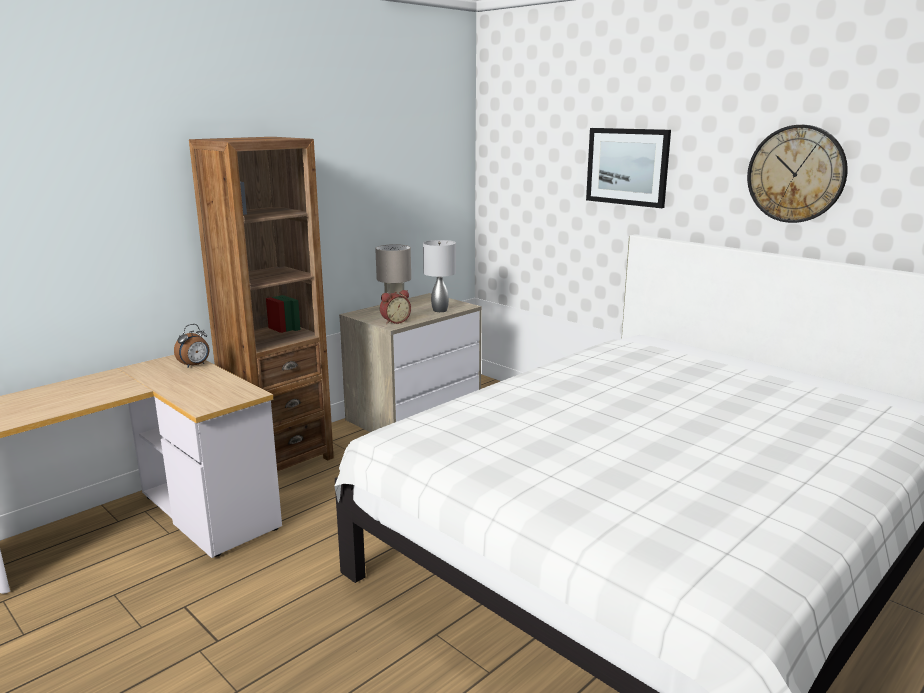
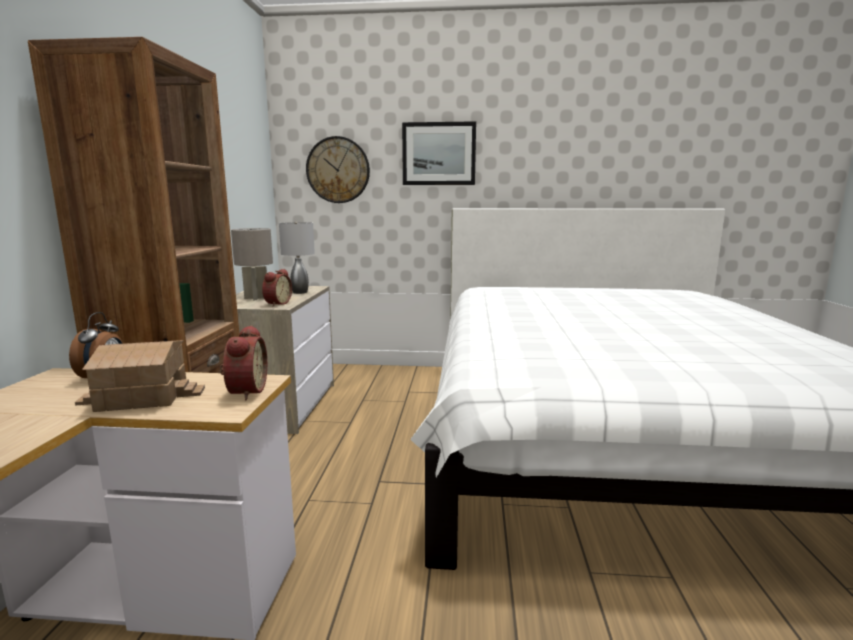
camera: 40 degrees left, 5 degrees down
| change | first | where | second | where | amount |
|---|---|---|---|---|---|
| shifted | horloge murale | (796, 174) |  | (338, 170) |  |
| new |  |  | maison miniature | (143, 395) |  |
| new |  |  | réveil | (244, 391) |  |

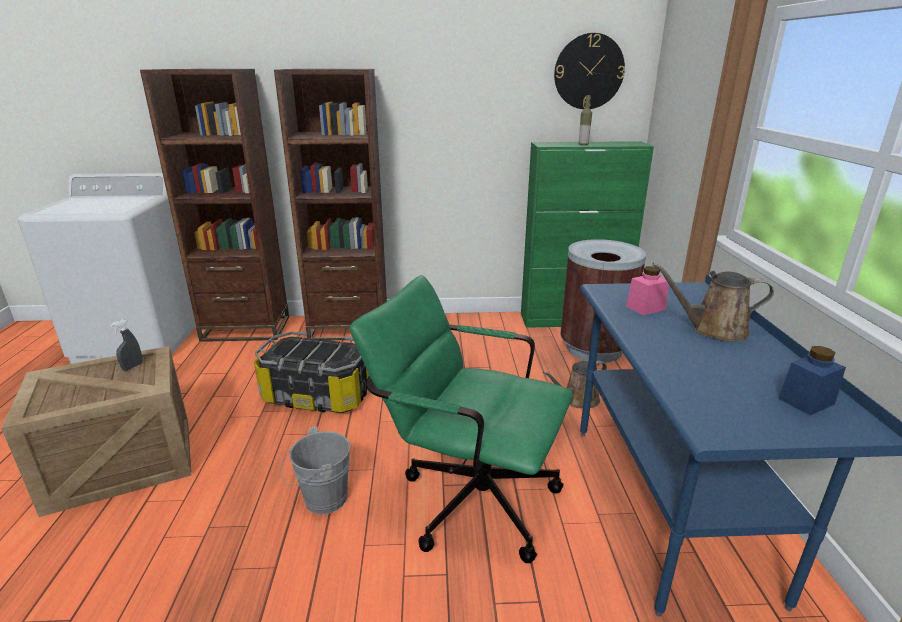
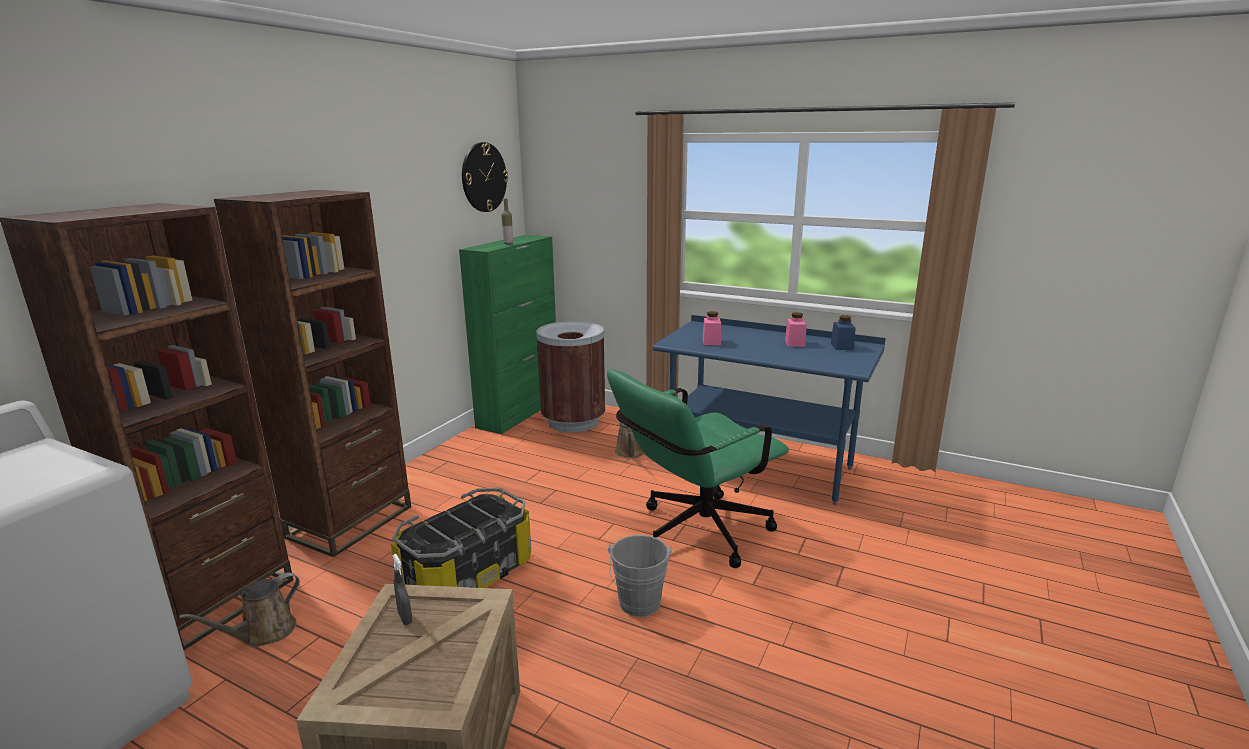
camera: 60 degrees left, 5 degrees down
| change | first | where | second | where | amount |
|---|---|---|---|---|---|
| shifted | arrosoir [marron] | (713, 329) |  | (263, 633) |  |
| new |  |  | bocal [rose] | (794, 343) |  |

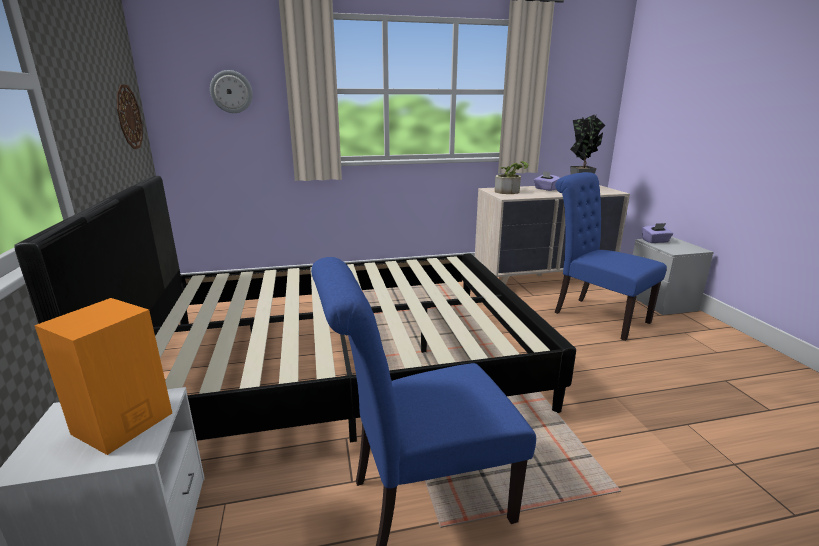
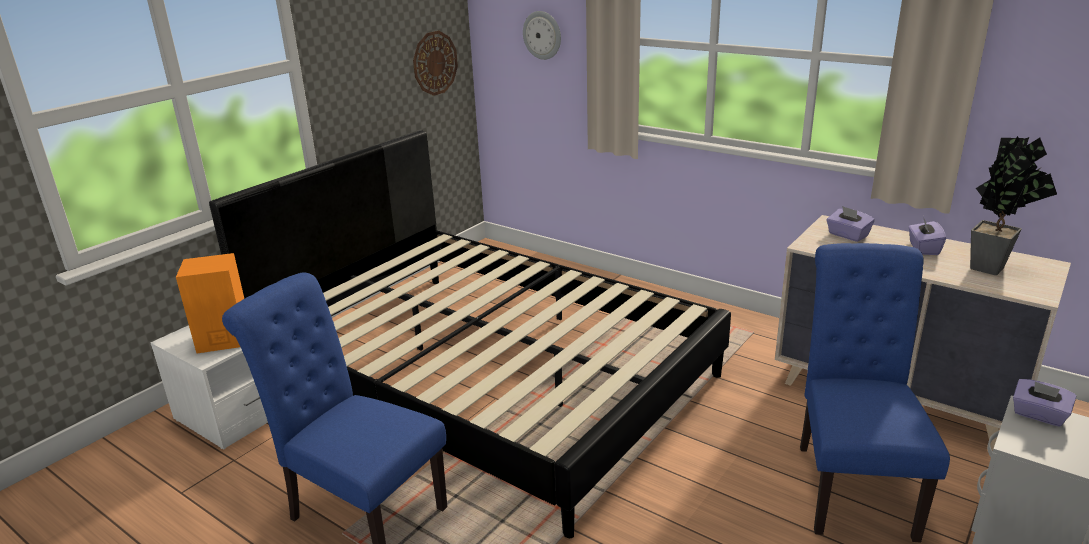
camera: 50 degrees right, 5 degrees up
| change | first | where | second | where | amount |
|---|---|---|---|---|---|
| swapped | plante en pot | (509, 191) | boîte à mouchoirs [violet] | (847, 235) |  |

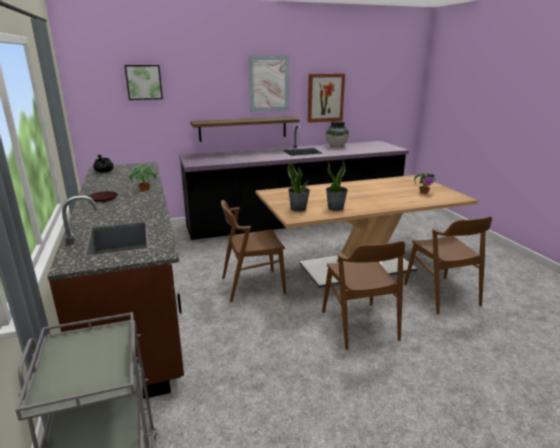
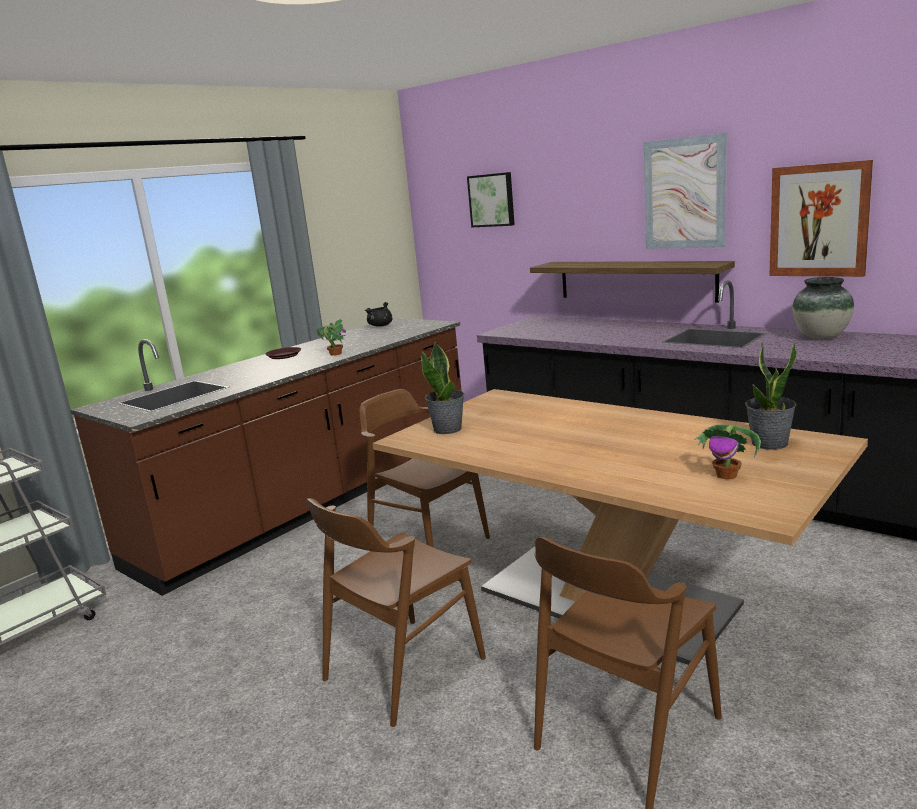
camera: 60 degrees right, 5 degrees down
| change | first | where | second | where | amount |
|---|---|---|---|---|---|
| shifted | plante en pot | (335, 208) |  | (769, 443) |  |

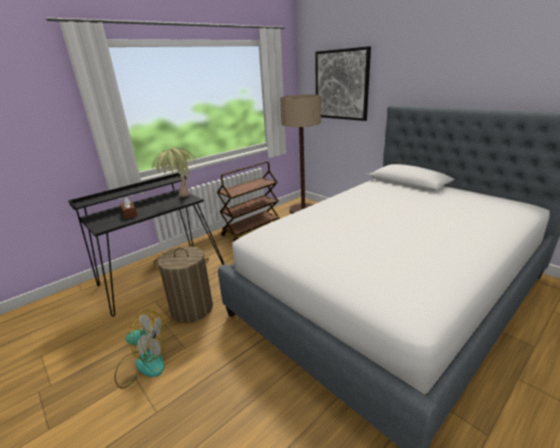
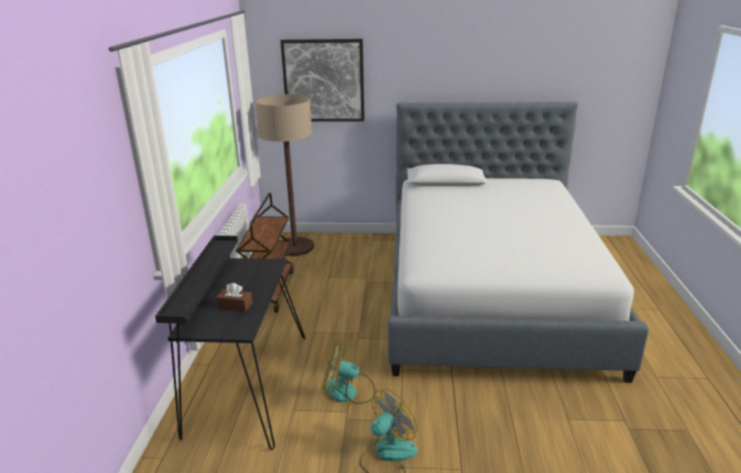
camera: 45 degrees left, 0 degrees up
| change | first | where | second | where | amount |
|---|---|---|---|---|---|
| gone | plante en pot | (180, 200) |  |  |  |
| swapped | panier à linge | (192, 309) | ventilateur | (349, 392) |  |

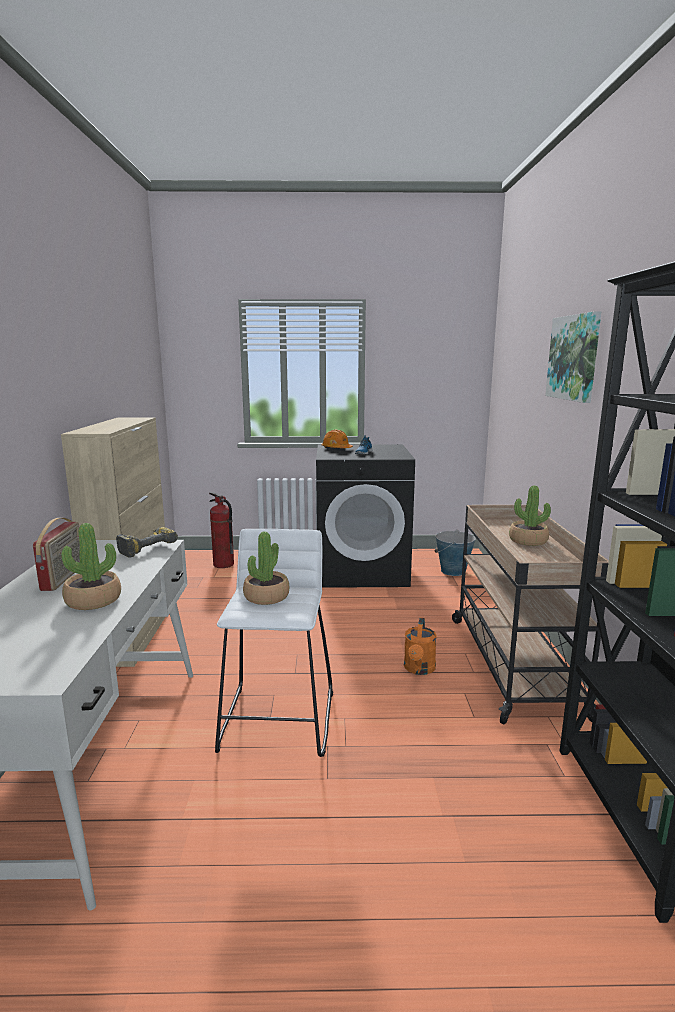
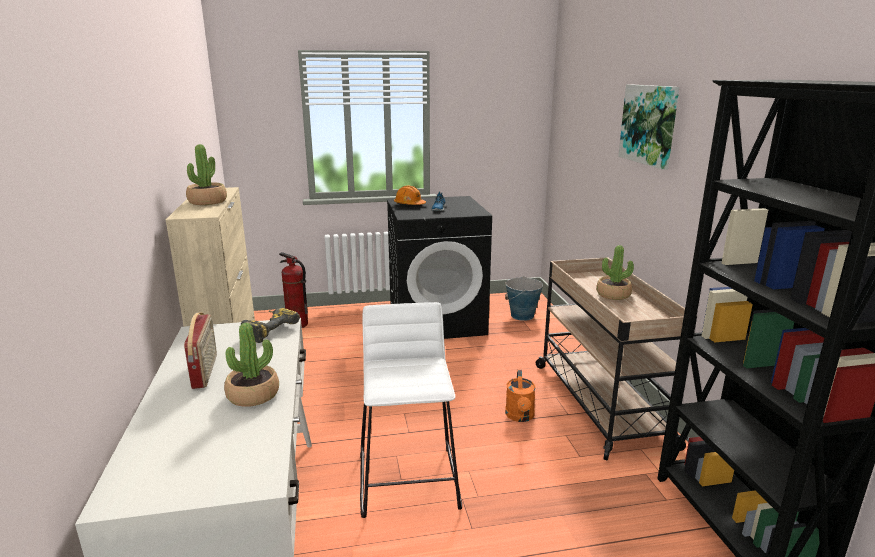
camera: 10 degrees left, 5 degrees up
| change | first | where | second | where | amount |
|---|---|---|---|---|---|
| shifted | plante en pot | (266, 596) |  | (207, 202) |  |

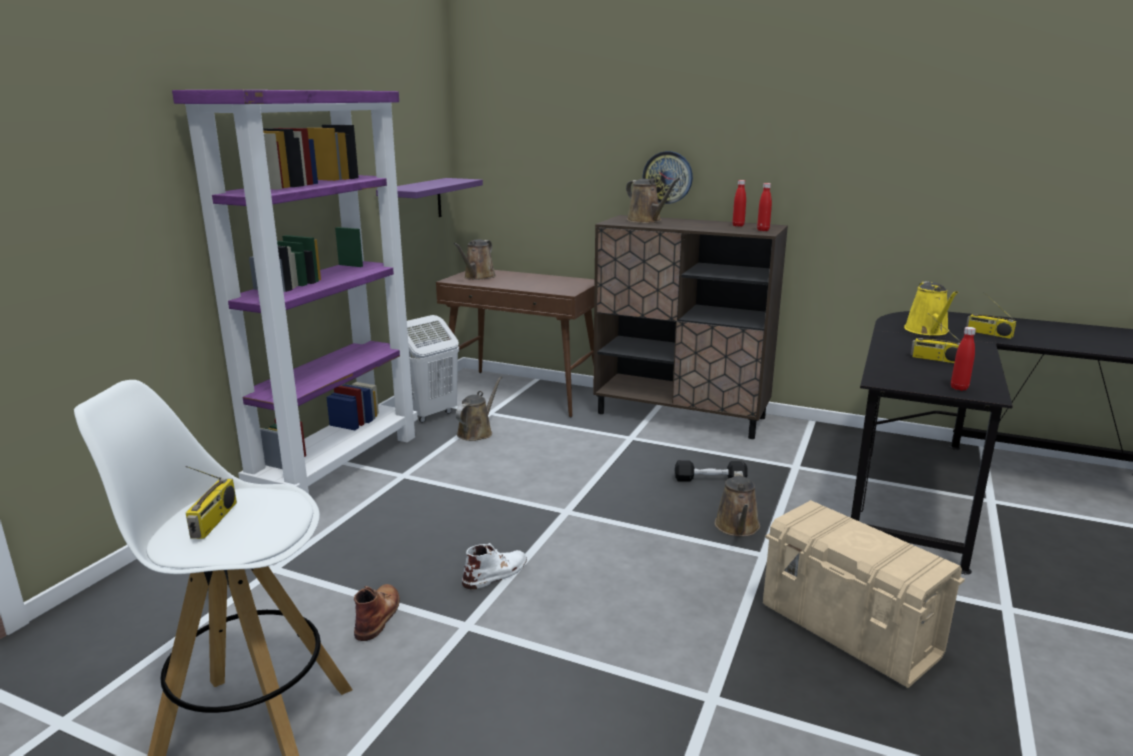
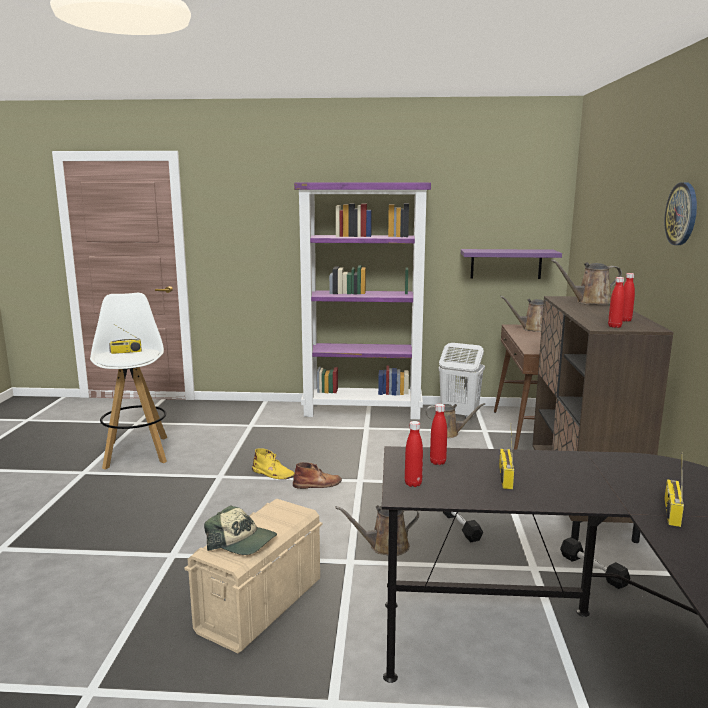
camera: 70 degrees right, 5 degrees down
| change | first | where | second | where | amount |
|---|---|---|---|---|---|
| shifted | botte [marron] | (378, 614) |  | (317, 484) |  |
| repainted | botte [blanc] | (496, 573) | botte [jaune] | (273, 473) |  |
| rotated | arrosoir [marron] | (646, 220) |  | (590, 302) | 45 degrees clockwise |
| shifted | horloge murale | (667, 177) |  | (682, 214) |  |
| gone | arrosoir [jaune] | (928, 331) |  |  |  |
| new |  |  | casquette | (242, 542) |  |
| new |  |  | bouteille [rouge] | (437, 462) |  |
| new |  |  | haltère [noir] | (592, 570) |  |

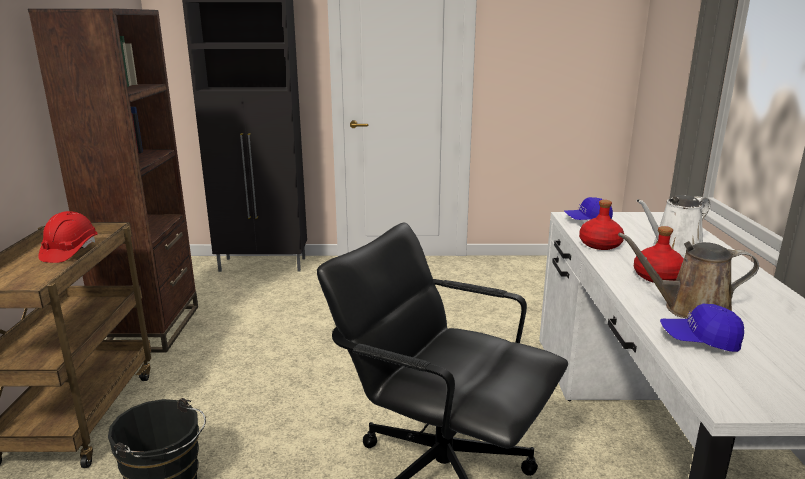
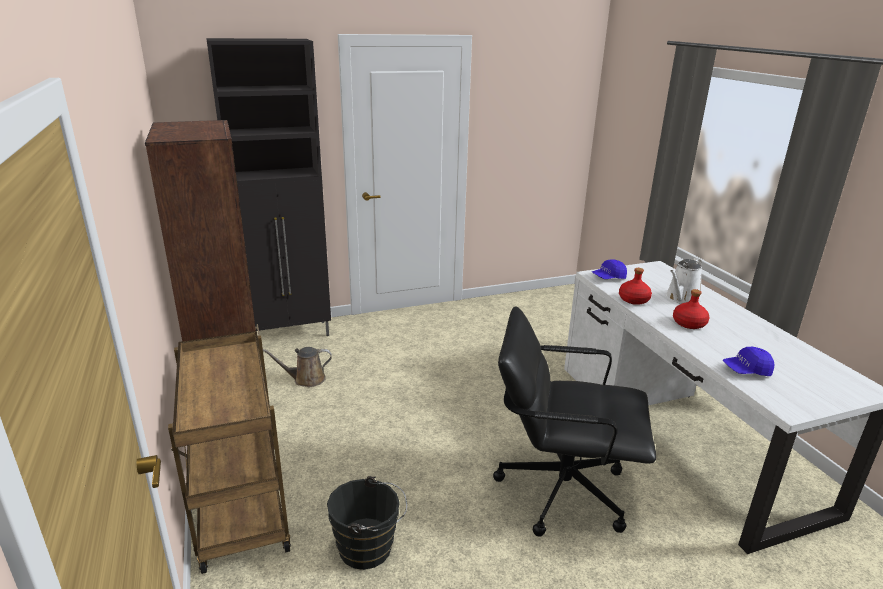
camera: 20 degrees left, 5 degrees up
| change | first | where | second | where | amount |
|---|---|---|---|---|---|
| gone | casque de chantier [rouge] | (70, 252) |  |  |  |
| shifted | arrosoir [marron] | (690, 310) |  | (306, 379) |  |

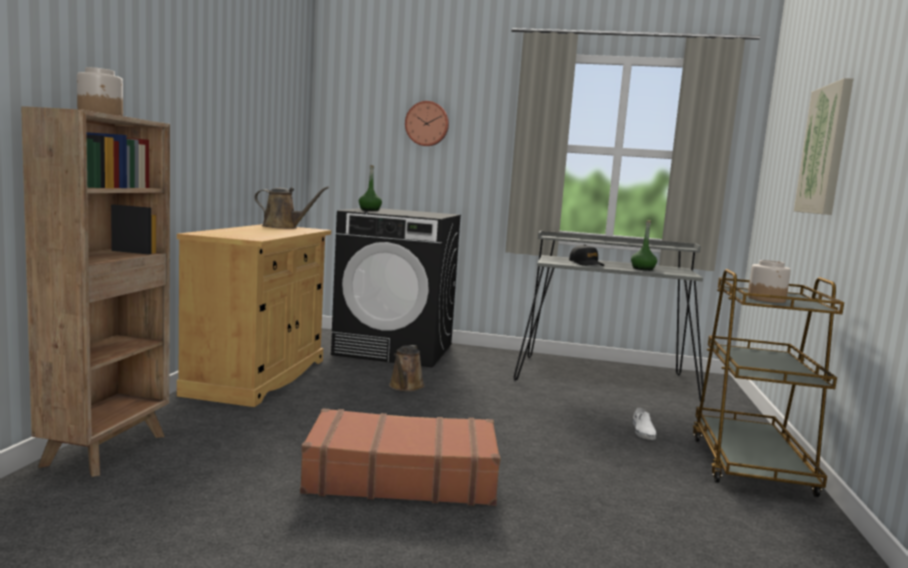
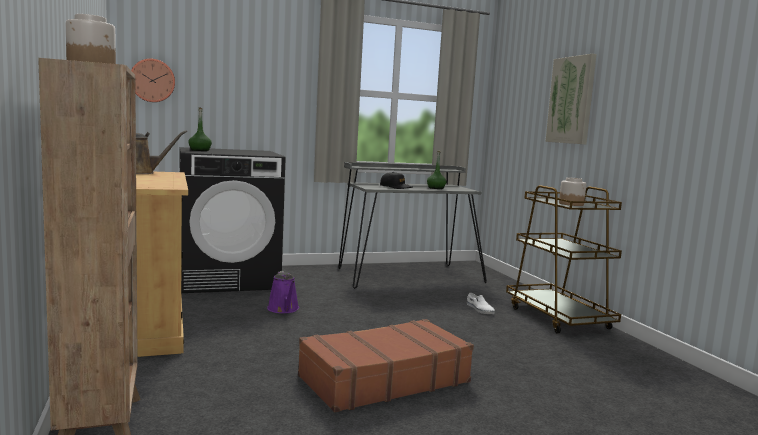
camera: 30 degrees left, 0 degrees up
| change | first | where | second | where | amount |
|---|---|---|---|---|---|
| repainted | arrosoir [marron] | (405, 387) | arrosoir [violet] | (284, 309) |  |
| shifted | horloge murale | (427, 124) |  | (152, 80) |  |

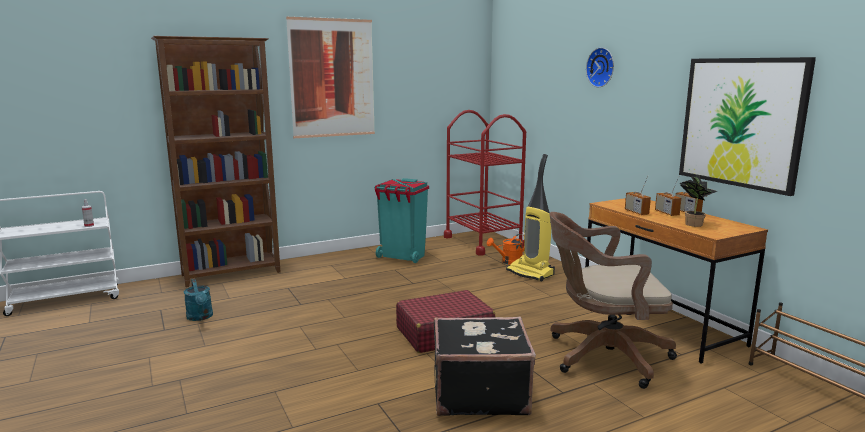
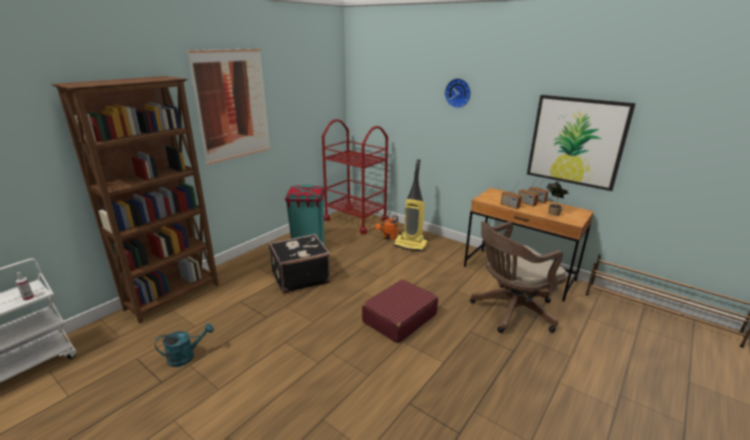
camera: 25 degrees left, 10 degrees up
| change | first | where | second | where | amount |
|---|---|---|---|---|---|
| rotated | arrosoir [turquoise] | (200, 317) |  | (186, 356) | 60 degrees counterclockwise |
| shifted | valise [noir] | (478, 393) |  | (300, 277) |  |

